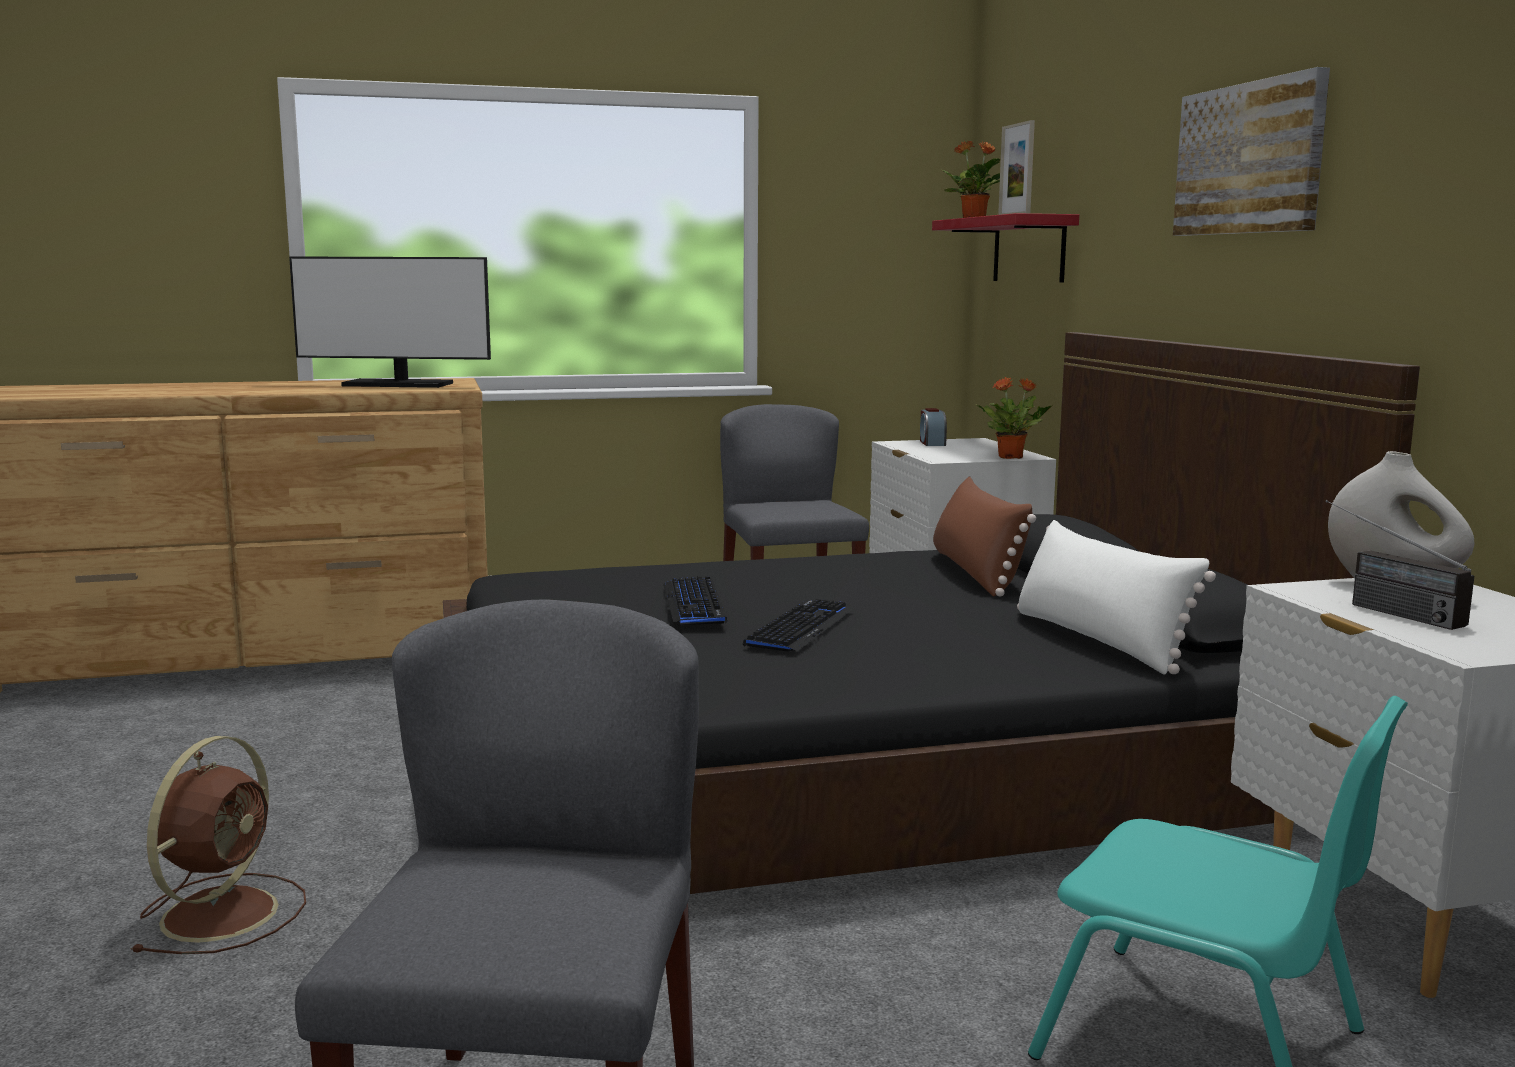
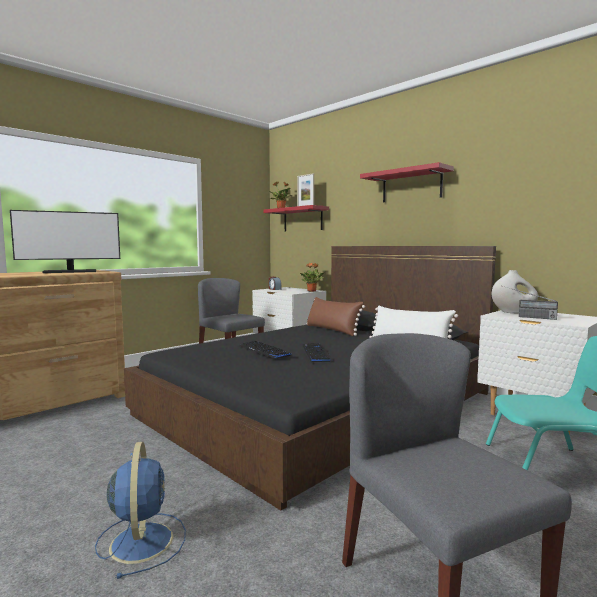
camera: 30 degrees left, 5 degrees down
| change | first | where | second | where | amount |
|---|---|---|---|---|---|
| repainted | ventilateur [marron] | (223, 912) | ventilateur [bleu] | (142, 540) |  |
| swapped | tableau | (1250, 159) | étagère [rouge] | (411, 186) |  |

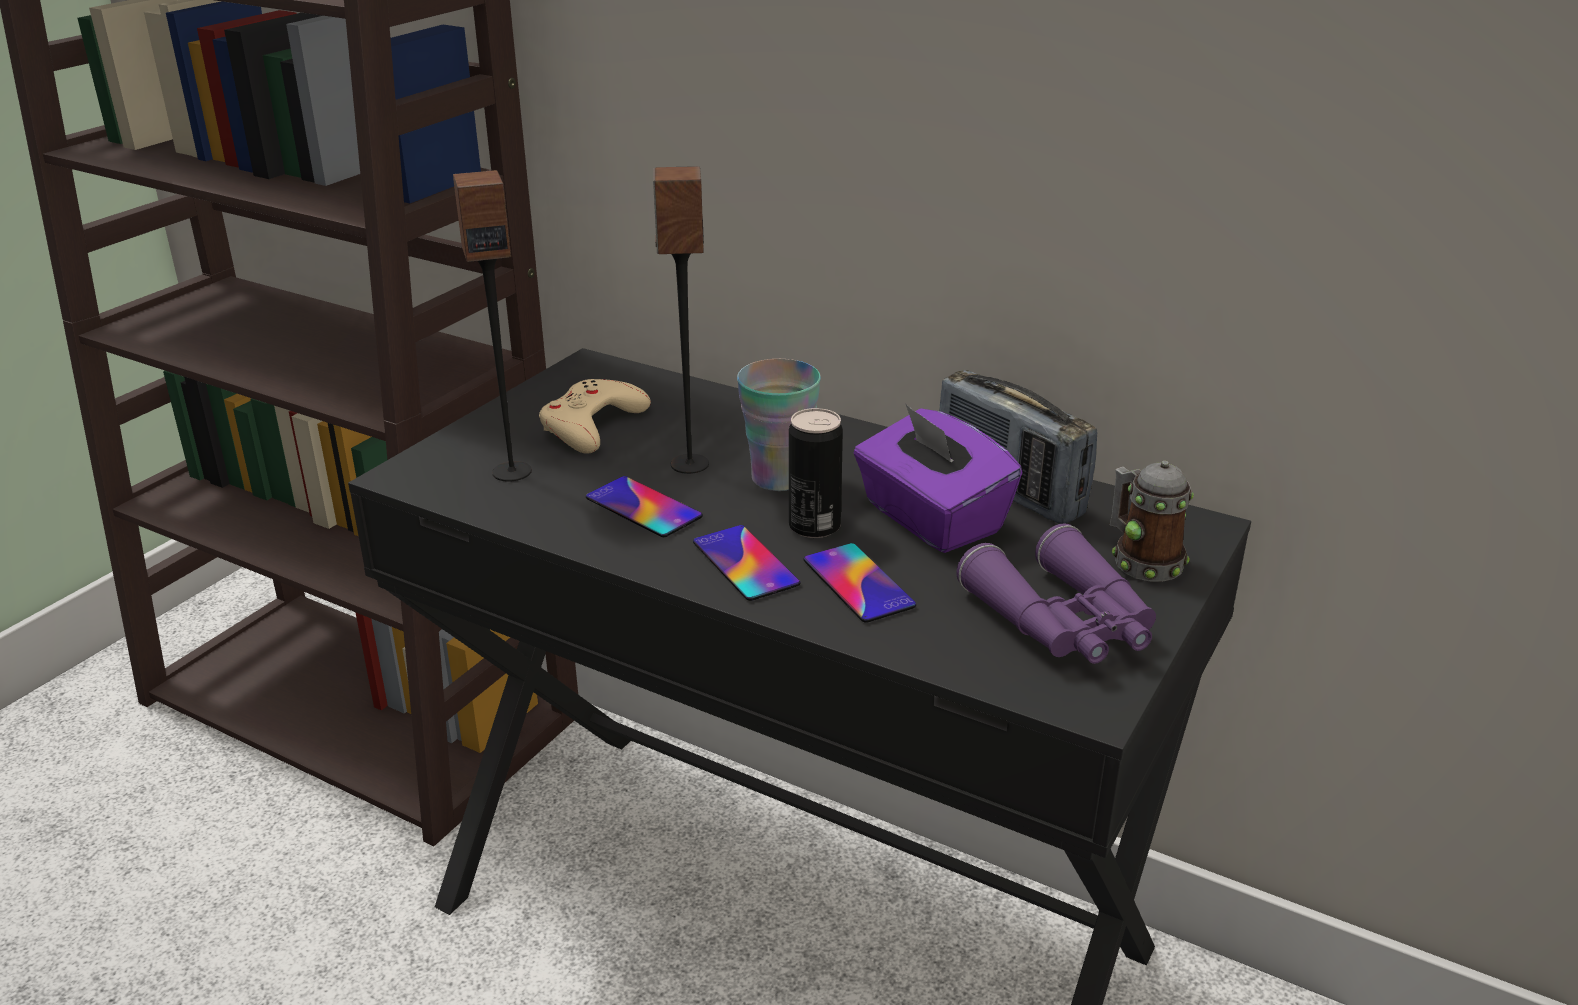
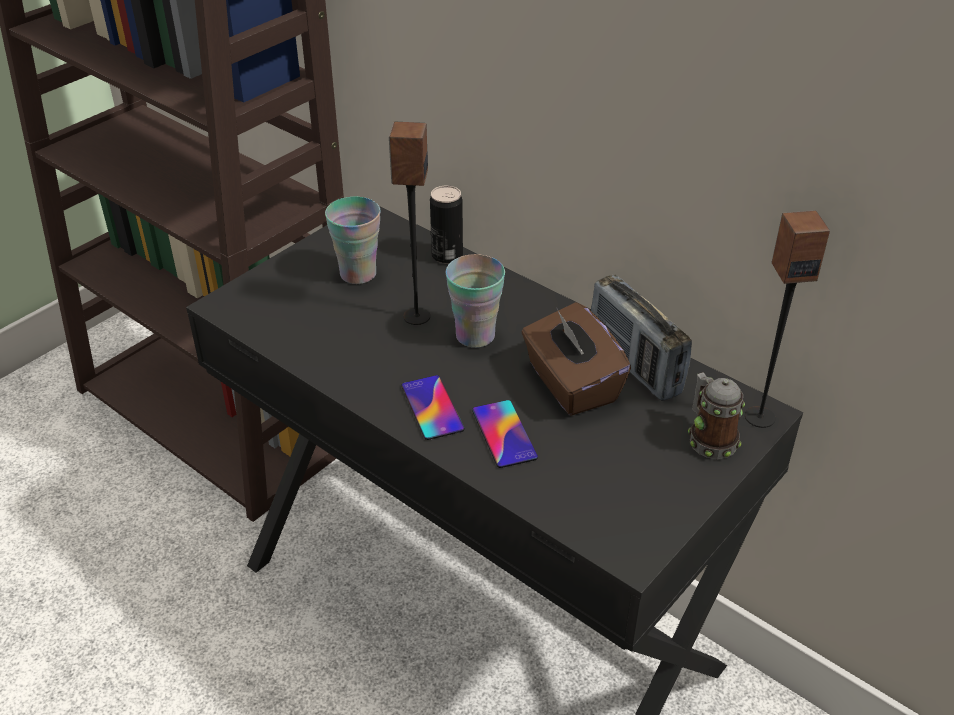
camera: 10 degrees right, 10 degrees up
| change | first | where | second | where | amount |
|---|---|---|---|---|---|
| shifted | enceinte | (512, 471) |  | (759, 416) |  |
| swapped | manette [beige] | (592, 425) | tasse | (358, 274) |  |
| gone | téléphone | (643, 508) |  |  |  |
| shifted | boîte métallique | (814, 526) |  | (447, 255) |  |
| repainted | boîte à mouchoirs [violet] | (931, 519) | boîte à mouchoirs [marron] | (571, 384) |  |
| gone | jumelles [violet] | (1063, 623) |  |  |  |

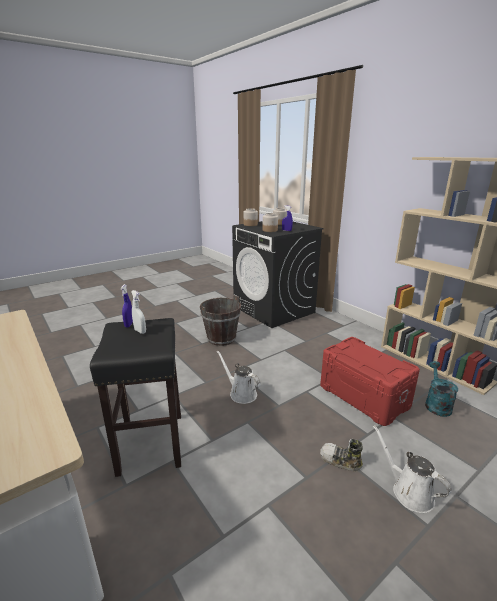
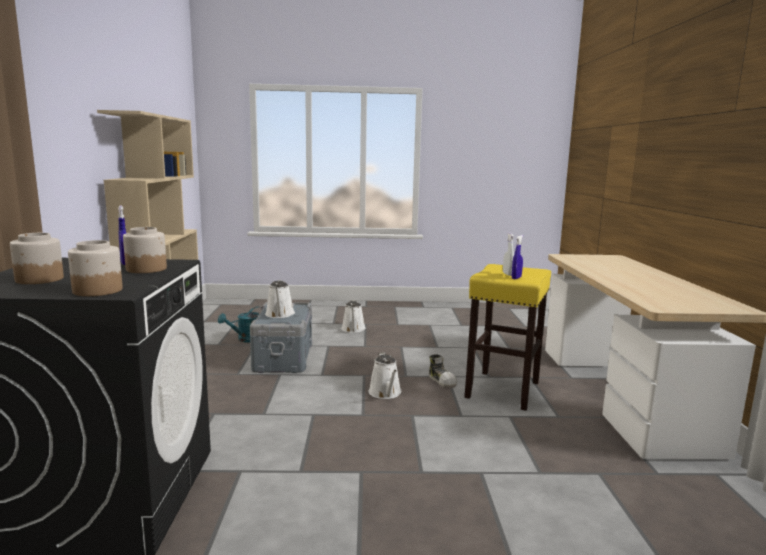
camera: 145 degrees left, 10 degrees down
| change | first | where | second | where | amount |
|---|---|---|---|---|---|
| repainted | tabouret [noir] | (151, 444) | tabouret [jaune] | (502, 389) |  |
| gone | seau [marron] | (221, 339) |  |  |  |
| repainted | boîte de rangement [rouge] | (363, 396) | boîte de rangement [gris] | (284, 357) |  |
| shifted | chaussure | (340, 461) |  | (442, 381) |  |
| new |  |  | arrosoir [blanc] | (280, 314) |  |

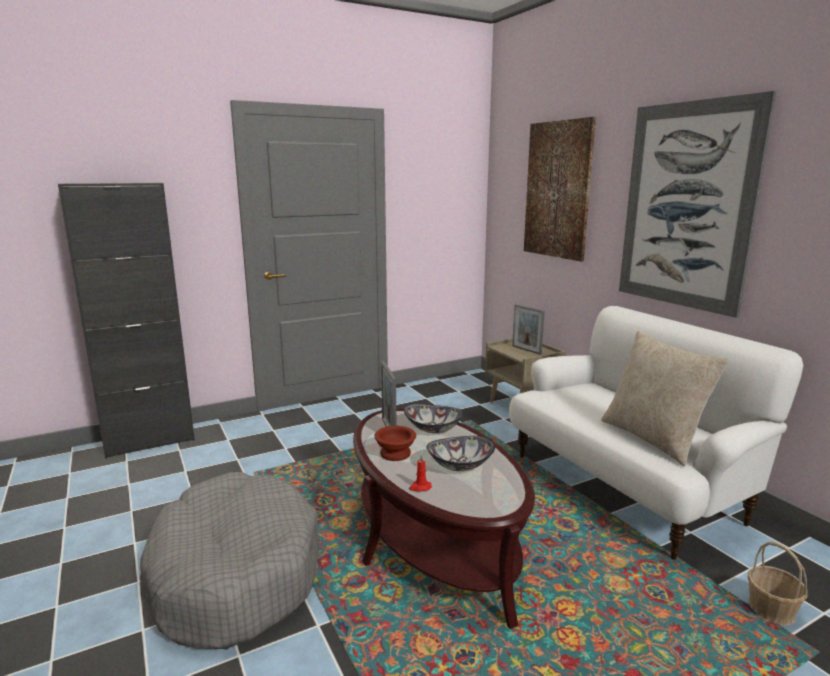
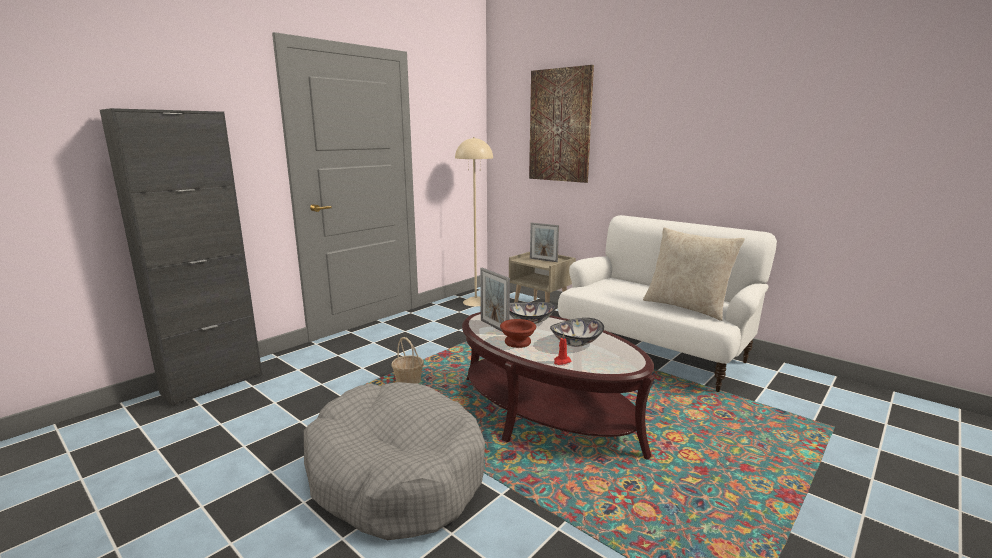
camera: 20 degrees left, 0 degrees up
| change | first | where | second | where | amount |
|---|---|---|---|---|---|
| gone | tableau | (686, 206) |  |  |  |
| shifted | panier | (771, 610) |  | (408, 381) |  |
| new |  |  | lampadaire [beige] | (476, 302) |  |

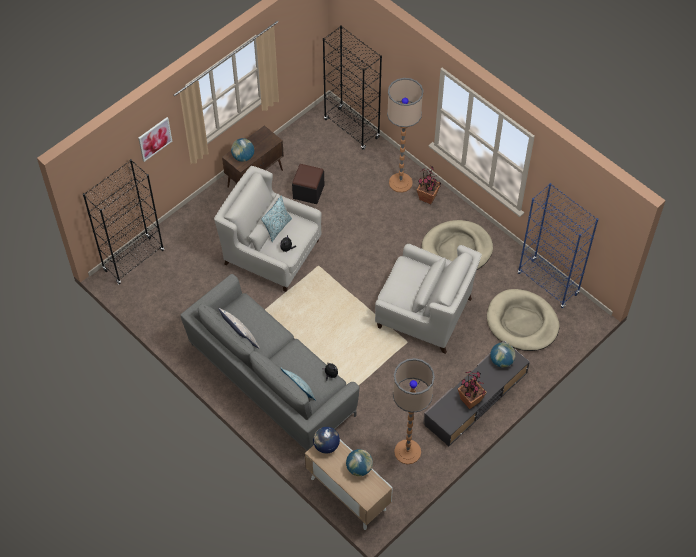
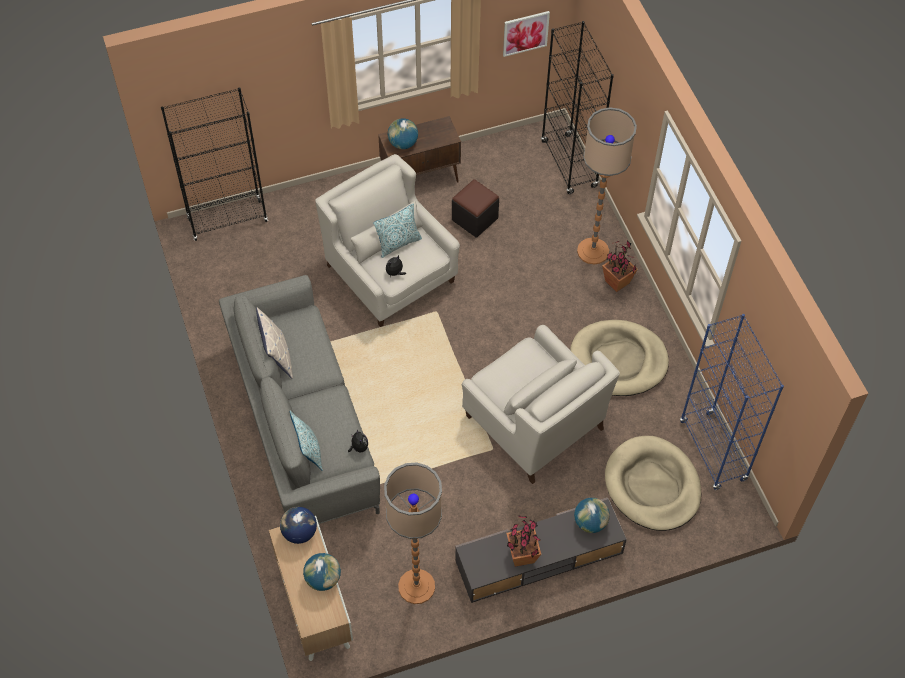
camera: 25 degrees right, 0 degrees up
| change | first | where | second | where | amount |
|---|---|---|---|---|---|
| shifted | tableau | (154, 139) |  | (525, 33) |  |

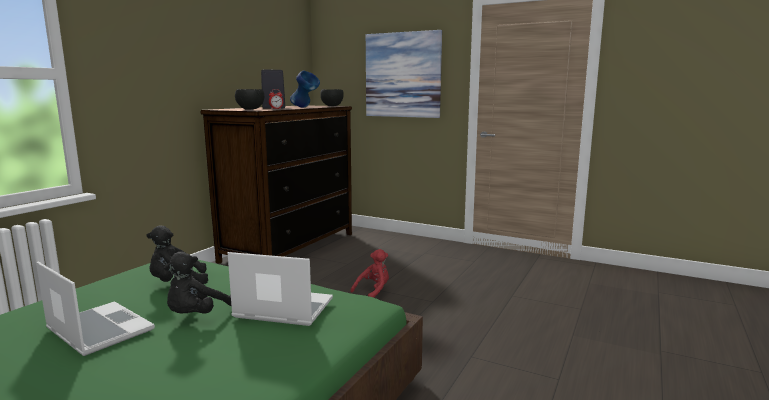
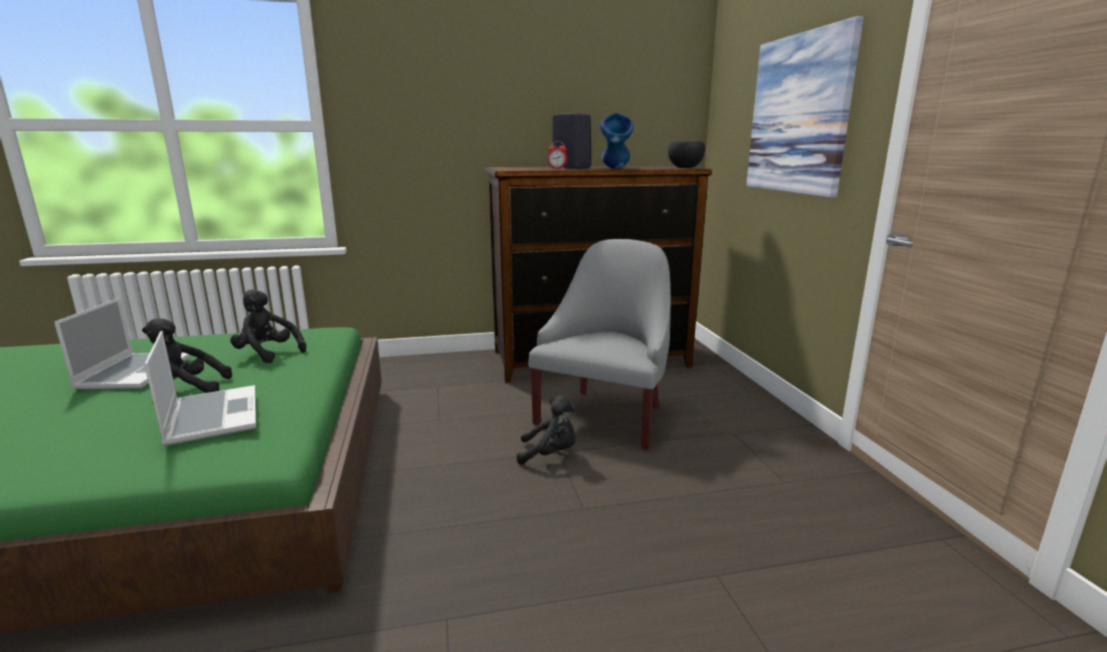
camera: 50 degrees right, 5 degrees up
| change | first | where | second | where | amount |
|---|---|---|---|---|---|
| gone | bol [noir] | (250, 109) |  |  |  |
| repainted | peluche [rouge] | (373, 291) | peluche [noir] | (550, 454) |  |
| new |  |  | fauteuil [gris] | (605, 415) |  |

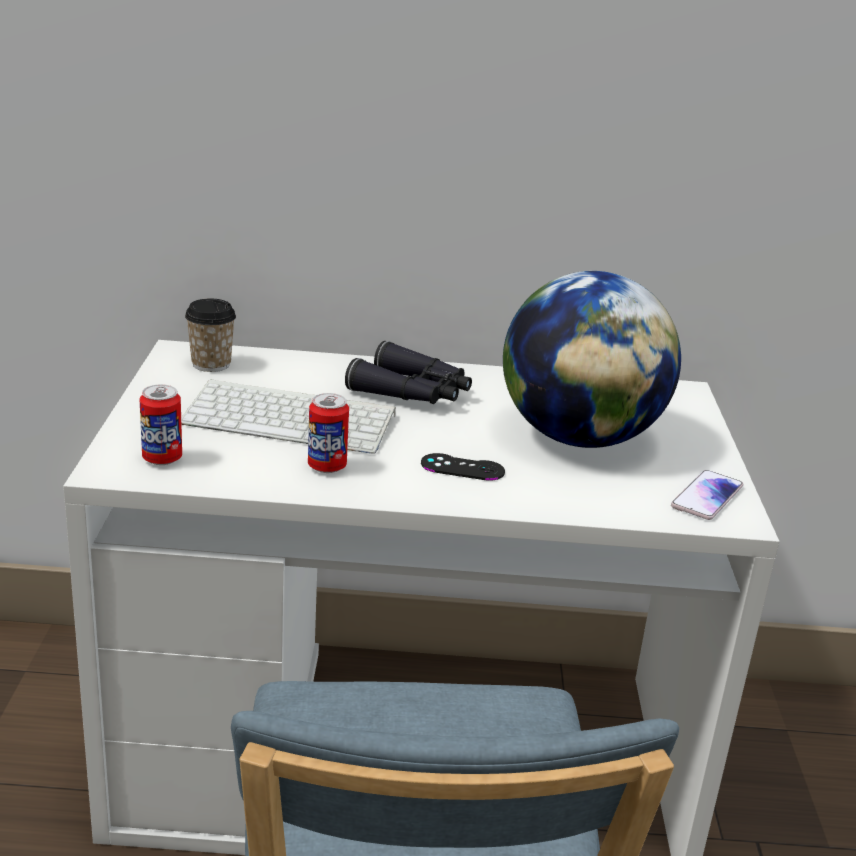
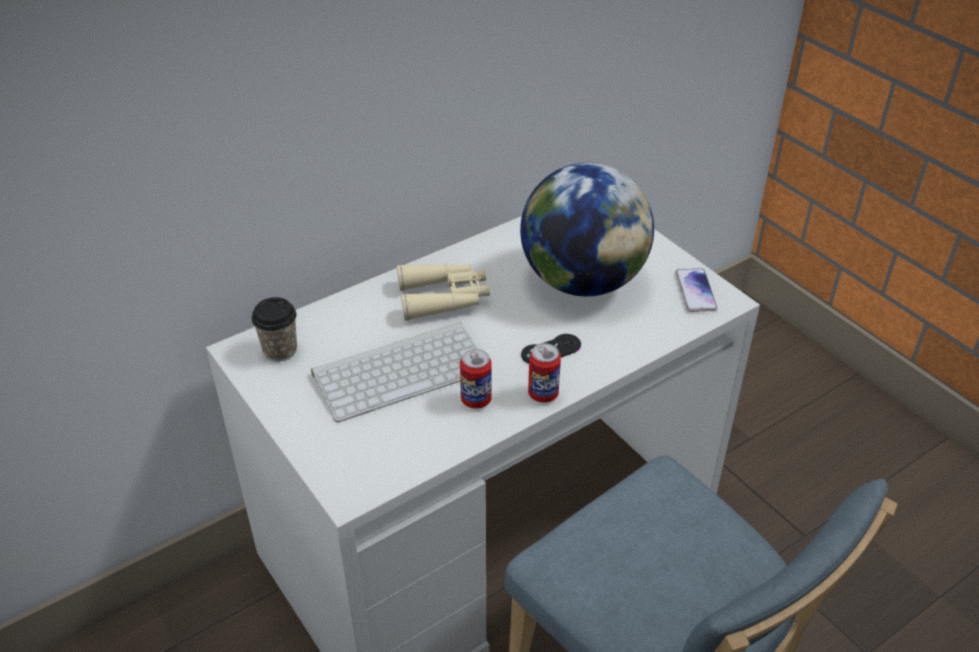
camera: 35 degrees left, 15 degrees up
| change | first | where | second | where | amount |
|---|---|---|---|---|---|
| shifted | boîte métallique | (162, 458) |  | (543, 394) |  |
| repainted | jumelles [noir] | (413, 392) | jumelles [beige] | (444, 298) |  |

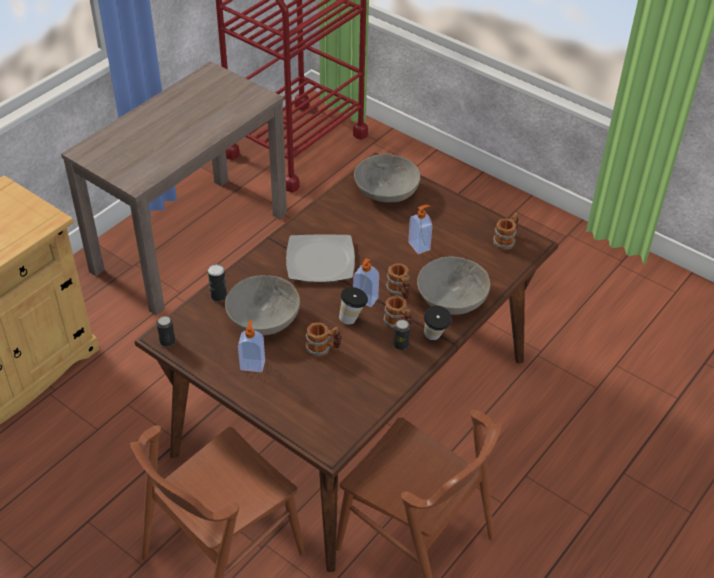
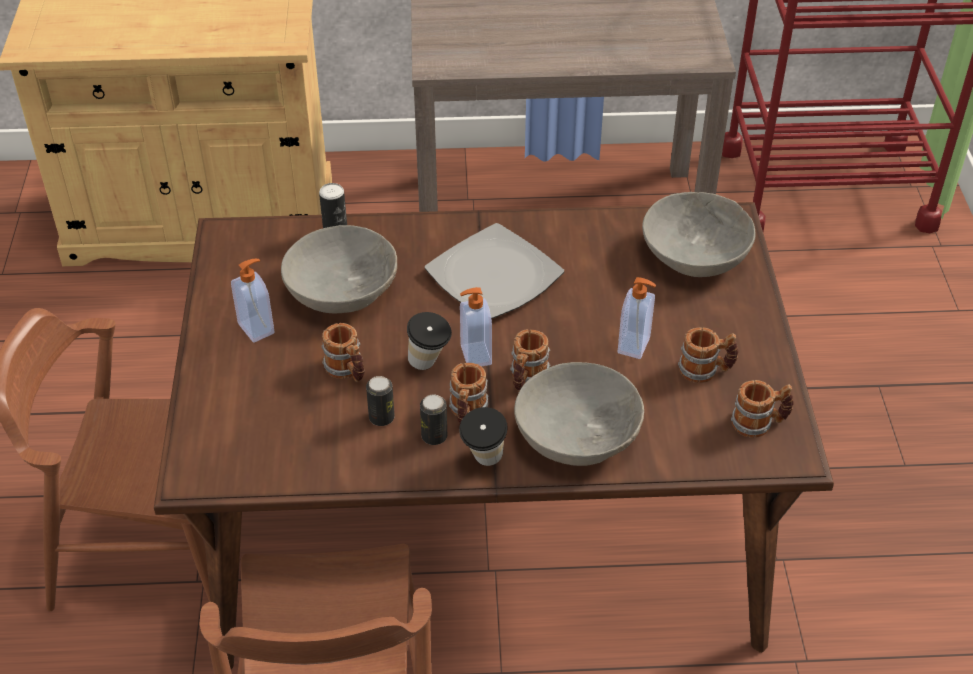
camera: 50 degrees right, 0 degrees up
| change | first | where | second | where | amount |
|---|---|---|---|---|---|
| shifted | boîte métallique | (167, 341) |  | (381, 417) |  |
| new |  |  | mug | (706, 370) |  |

